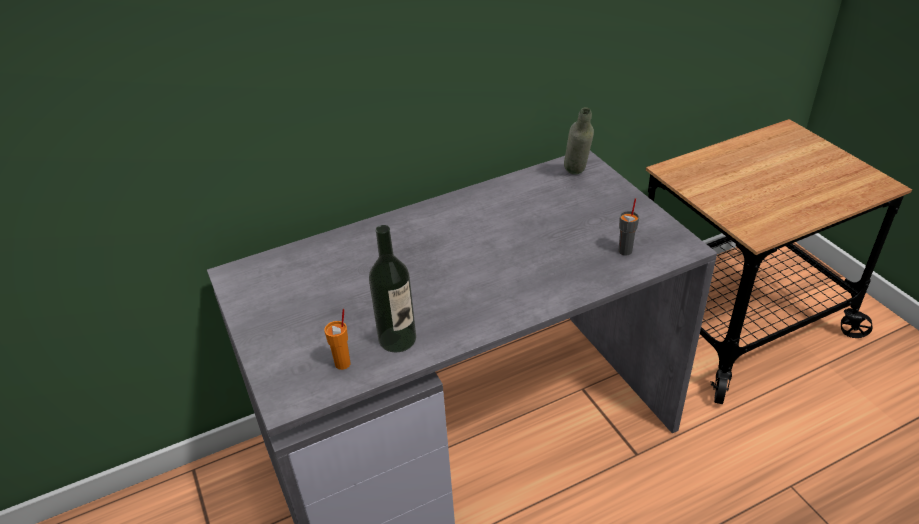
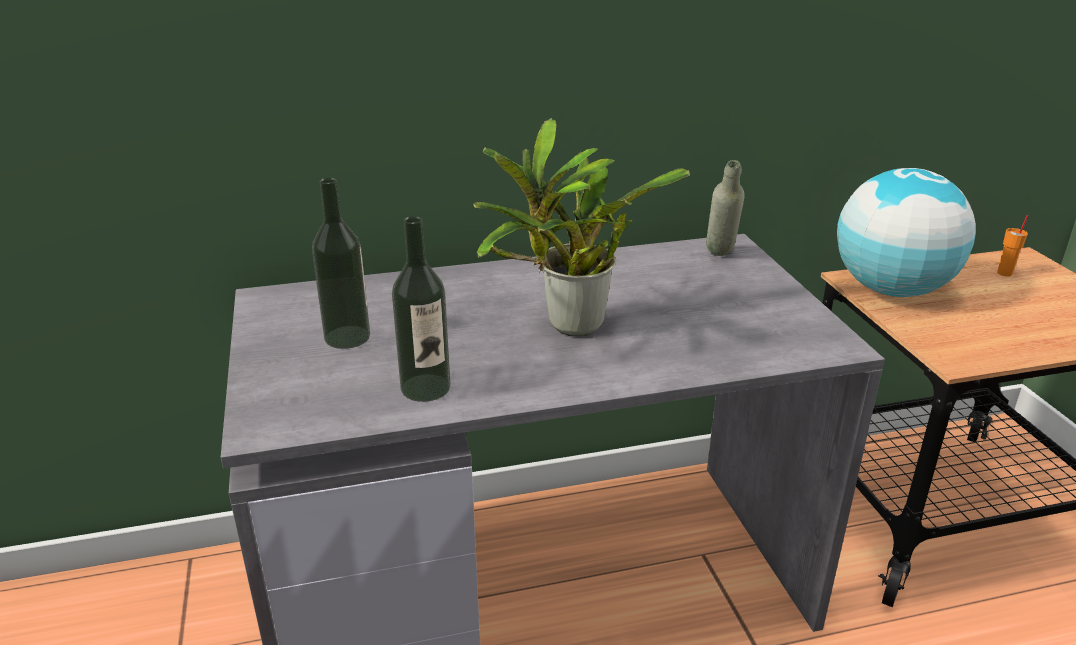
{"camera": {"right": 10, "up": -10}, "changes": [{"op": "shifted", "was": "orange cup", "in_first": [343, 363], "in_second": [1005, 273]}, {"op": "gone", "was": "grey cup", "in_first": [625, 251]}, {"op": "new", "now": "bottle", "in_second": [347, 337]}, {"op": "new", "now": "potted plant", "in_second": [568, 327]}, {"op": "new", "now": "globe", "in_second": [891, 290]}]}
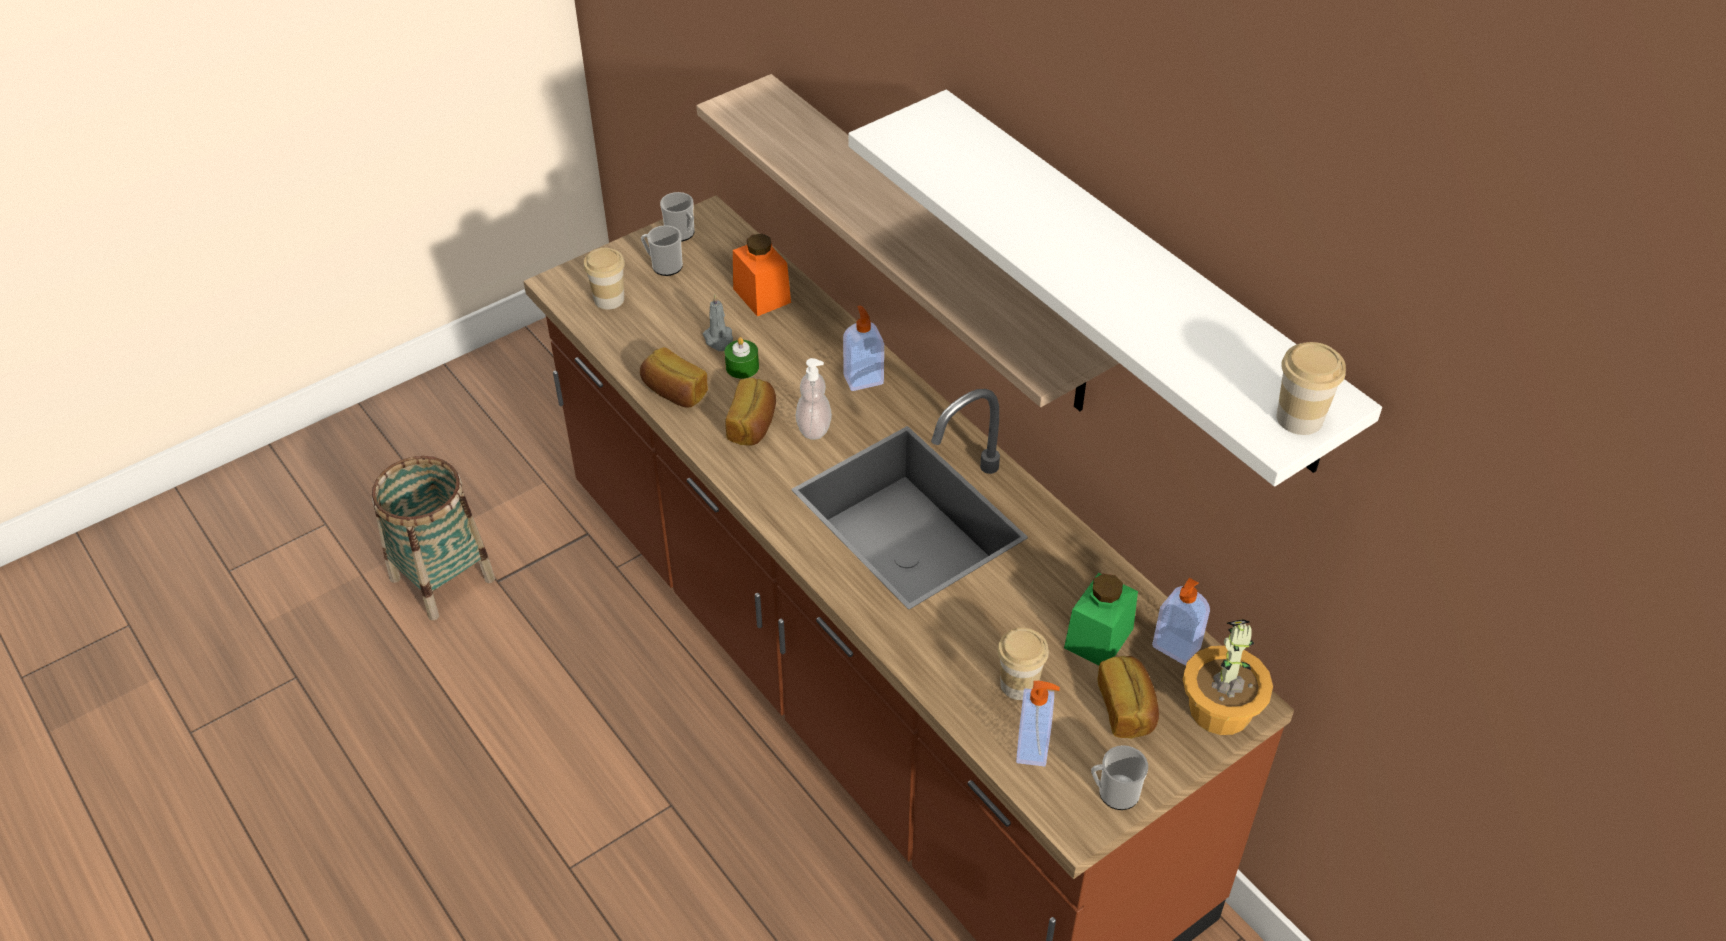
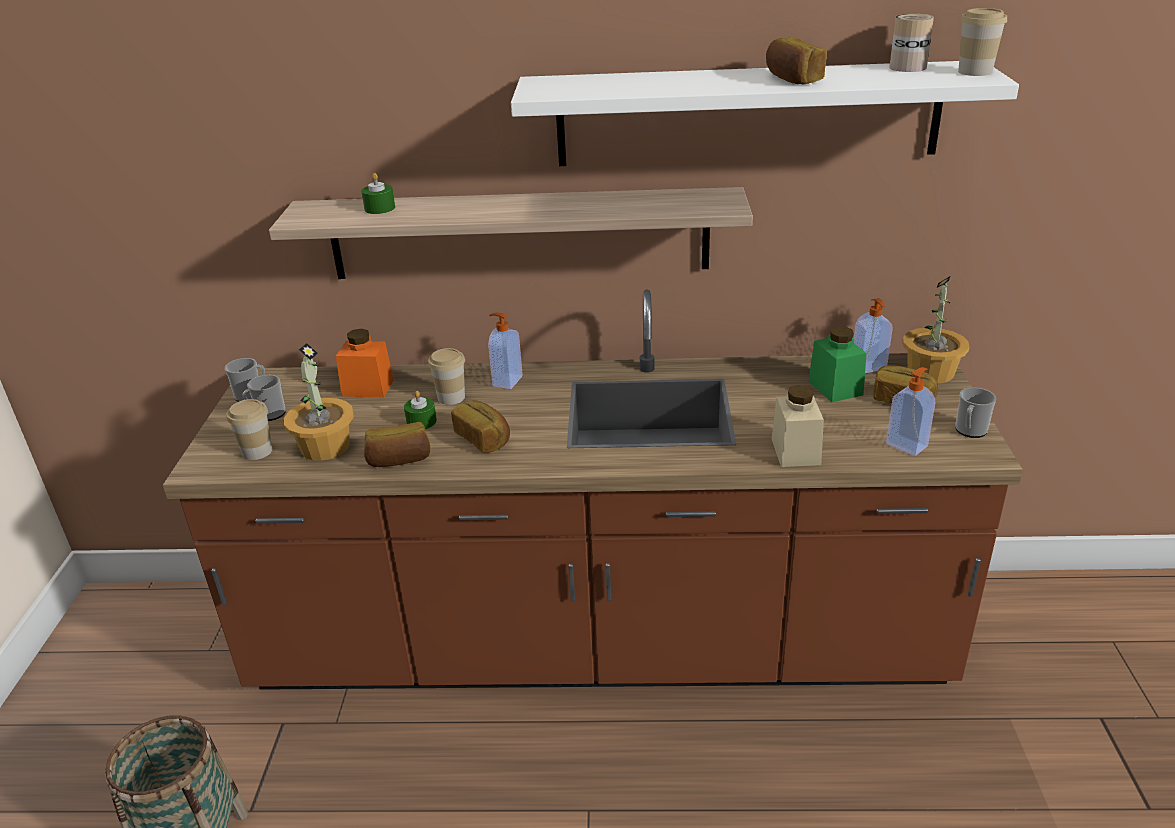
{"camera": {"right": -50, "up": -15}, "changes": [{"op": "gone", "was": "grey candle", "in_first": [719, 339]}, {"op": "gone", "was": "soap dispenser", "in_first": [814, 428]}, {"op": "shifted", "was": "cup", "in_first": [1019, 684], "in_second": [451, 397]}, {"op": "new", "now": "potted plant", "in_second": [324, 446]}, {"op": "new", "now": "green candle", "in_second": [379, 208]}, {"op": "new", "now": "bread", "in_second": [792, 79]}, {"op": "new", "now": "beige jar", "in_second": [795, 451]}, {"op": "new", "now": "can", "in_second": [907, 67]}]}
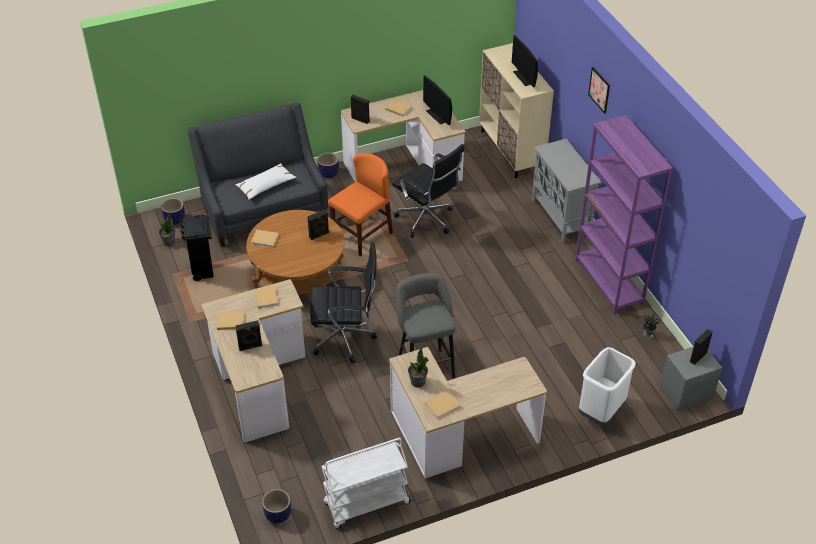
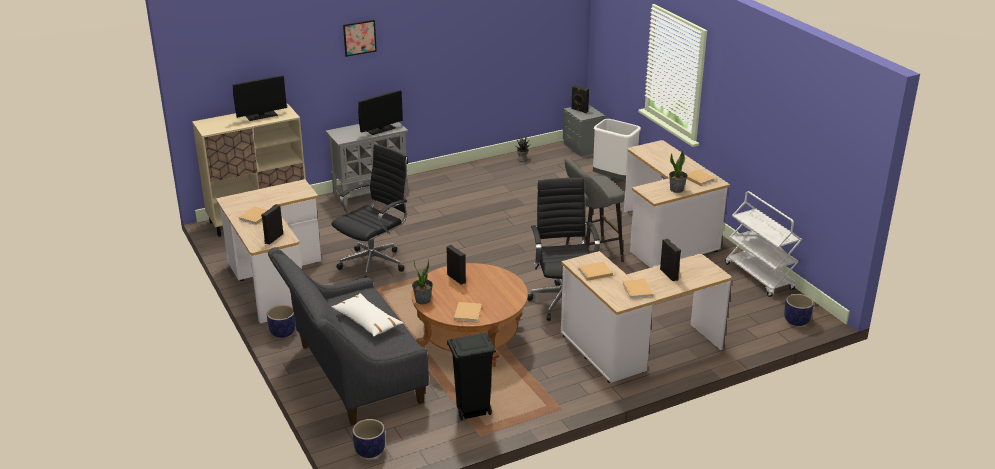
{"camera": {"right": -95, "up": -15}, "changes": [{"op": "shifted", "was": "potted plant", "in_first": [168, 242], "in_second": [423, 300]}, {"op": "gone", "was": "orange chair", "in_first": [362, 236]}, {"op": "shifted", "was": "monitor", "in_first": [438, 115], "in_second": [381, 129]}, {"op": "gone", "was": "purple bookcase", "in_first": [609, 282]}]}
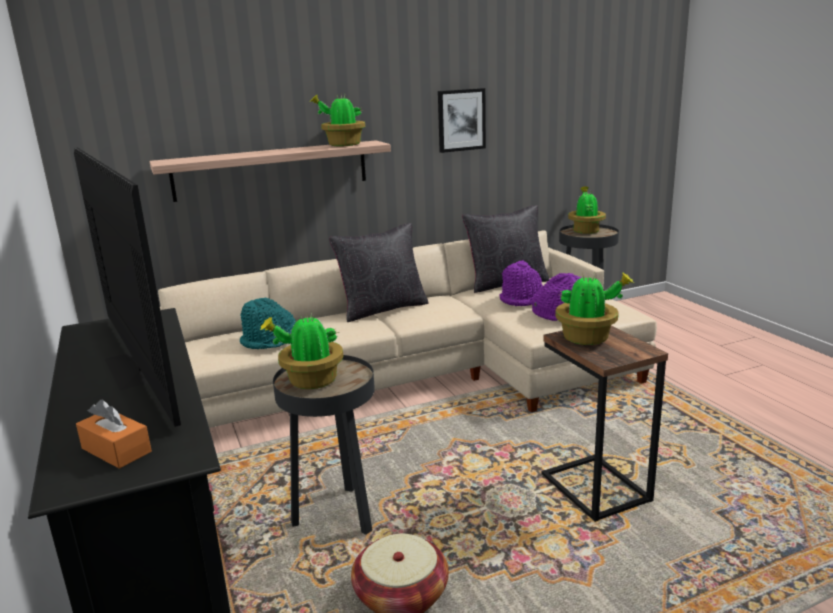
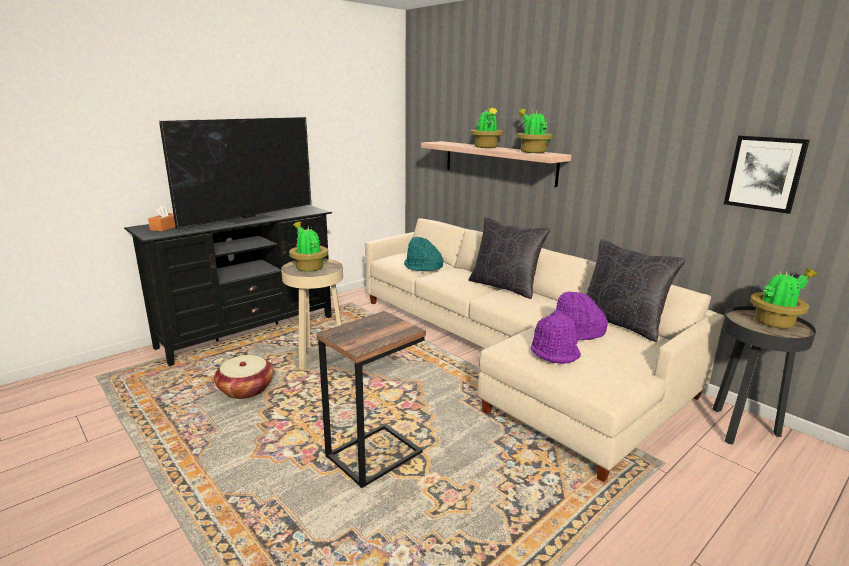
{"camera": {"right": 70, "up": 0}, "changes": [{"op": "repainted", "was": "black side table", "now": "beige side table", "in_first": [337, 515], "in_second": [318, 357]}, {"op": "shifted", "was": "picture", "in_first": [461, 120], "in_second": [764, 173]}, {"op": "shifted", "was": "potted plant", "in_first": [588, 338], "in_second": [486, 147]}]}
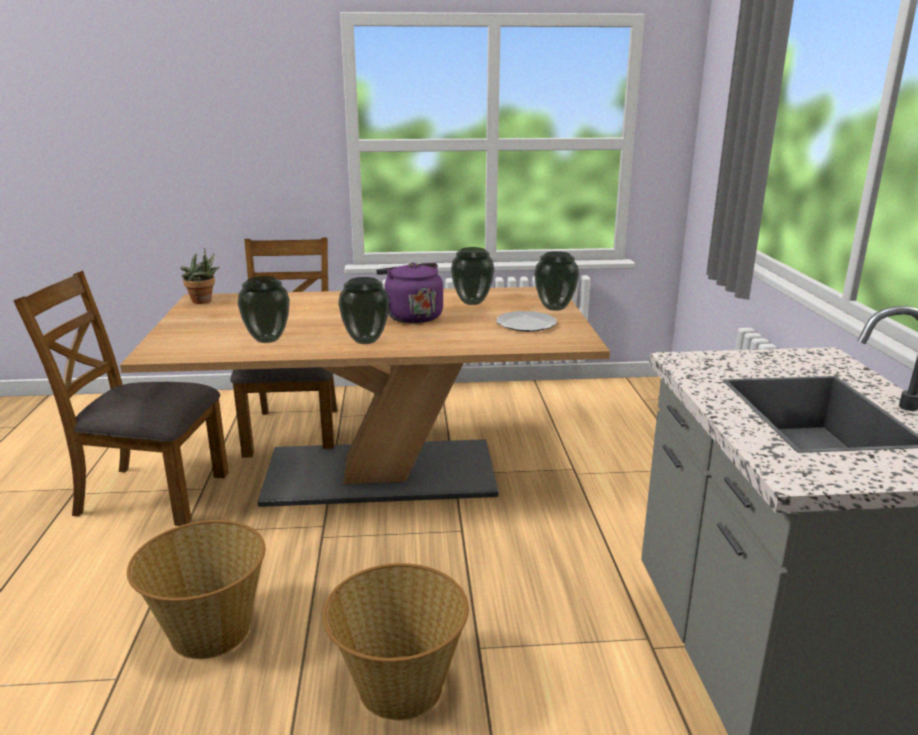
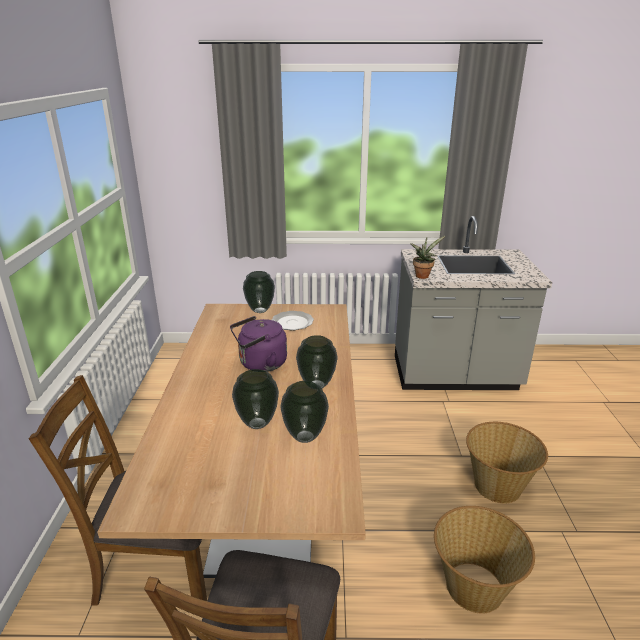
{"camera": {"right": -85, "up": 5}, "changes": [{"op": "shifted", "was": "potted plant", "in_first": [204, 301], "in_second": [423, 275]}, {"op": "shifted", "was": "vase", "in_first": [472, 302], "in_second": [258, 423]}]}
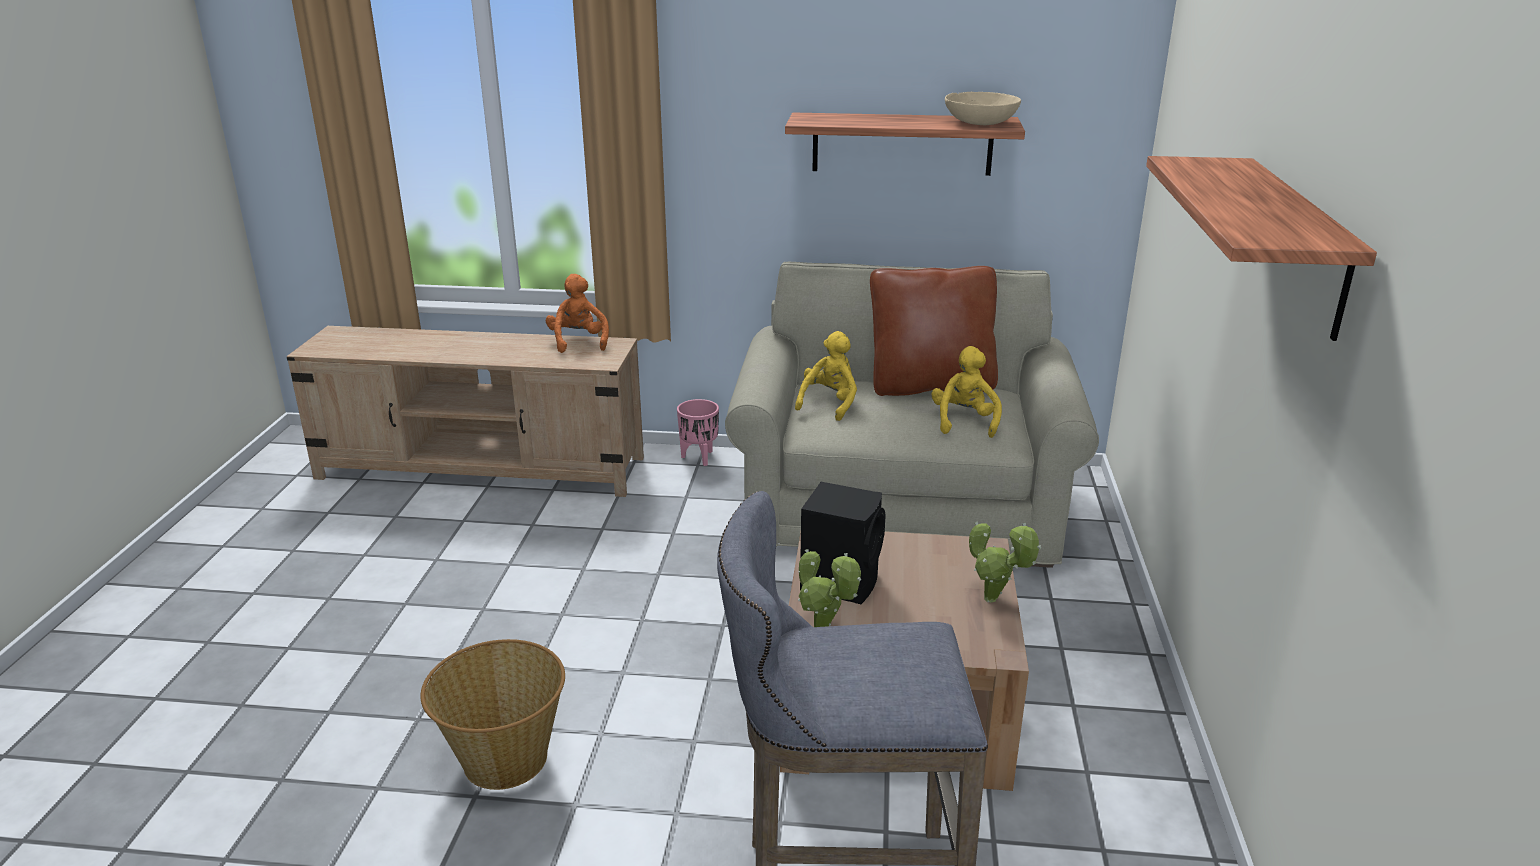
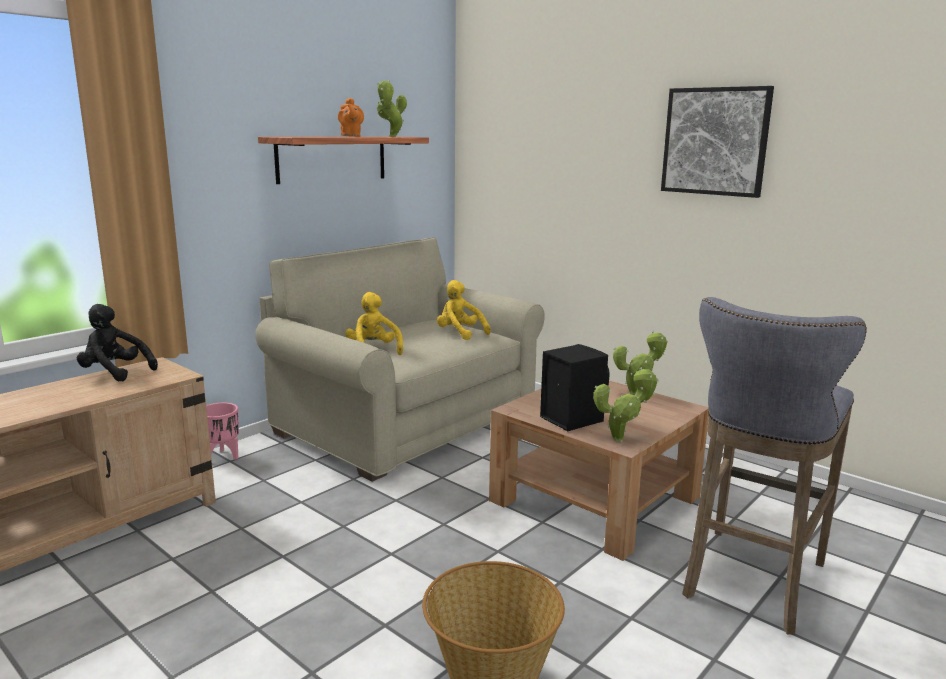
{"camera": {"right": -55, "up": -10}, "changes": [{"op": "repainted", "was": "orange plush toy", "now": "black plush toy", "in_first": [578, 342], "in_second": [115, 373]}, {"op": "gone", "was": "brown pillow", "in_first": [930, 385]}, {"op": "swapped", "was": "beige bowl", "now": "potted plant", "in_first": [980, 122], "in_second": [391, 136]}, {"op": "swapped", "was": "shelf", "now": "picture", "in_first": [1295, 244], "in_second": [715, 141]}, {"op": "new", "now": "orange teapot", "in_second": [351, 136]}]}
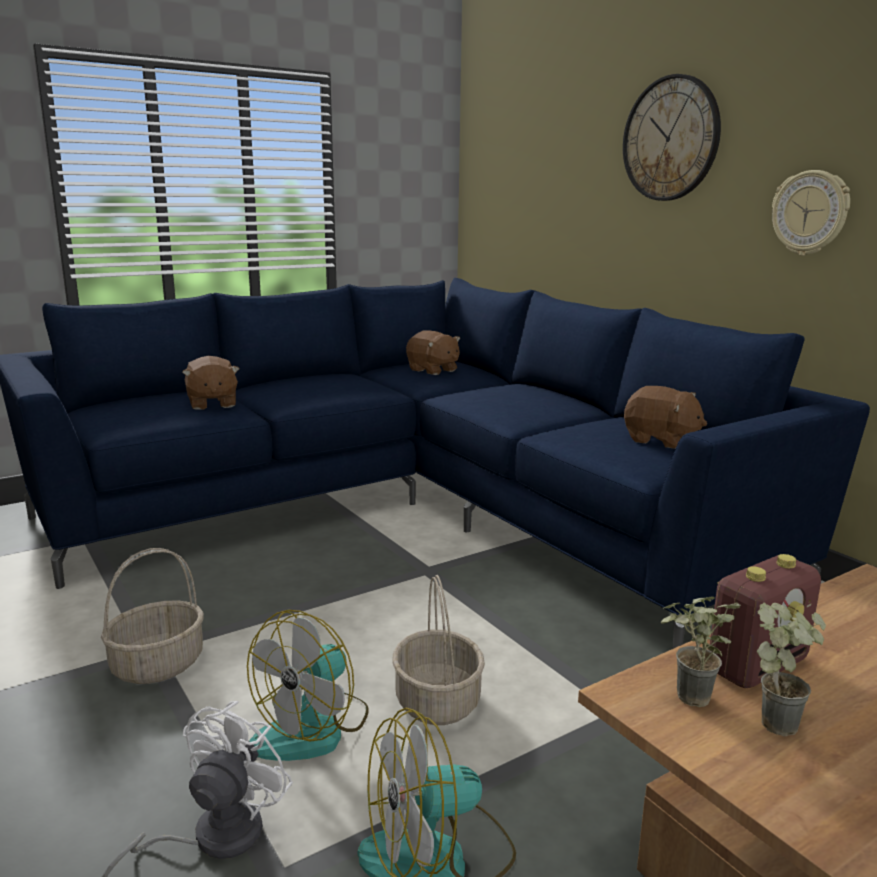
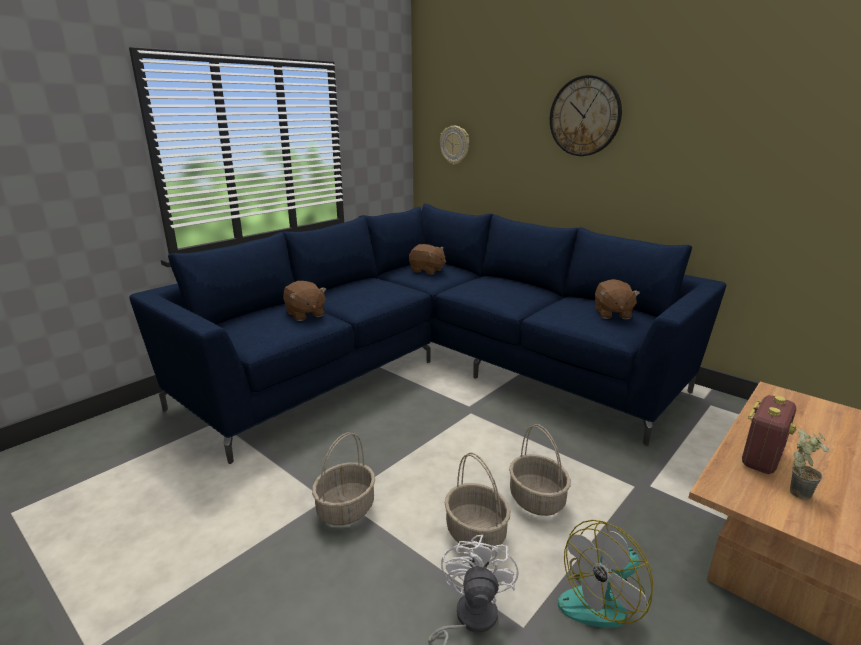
{"camera": {"right": -15, "up": 5}, "changes": [{"op": "swapped", "was": "fan", "now": "basket", "in_first": [313, 728], "in_second": [476, 533]}, {"op": "rotated", "was": "brown plush toy", "in_first": [660, 440], "in_second": [612, 314], "clockwise": 75}, {"op": "gone", "was": "potted plant", "in_first": [686, 701]}, {"op": "shifted", "was": "wall clock", "in_first": [810, 213], "in_second": [455, 145]}]}
